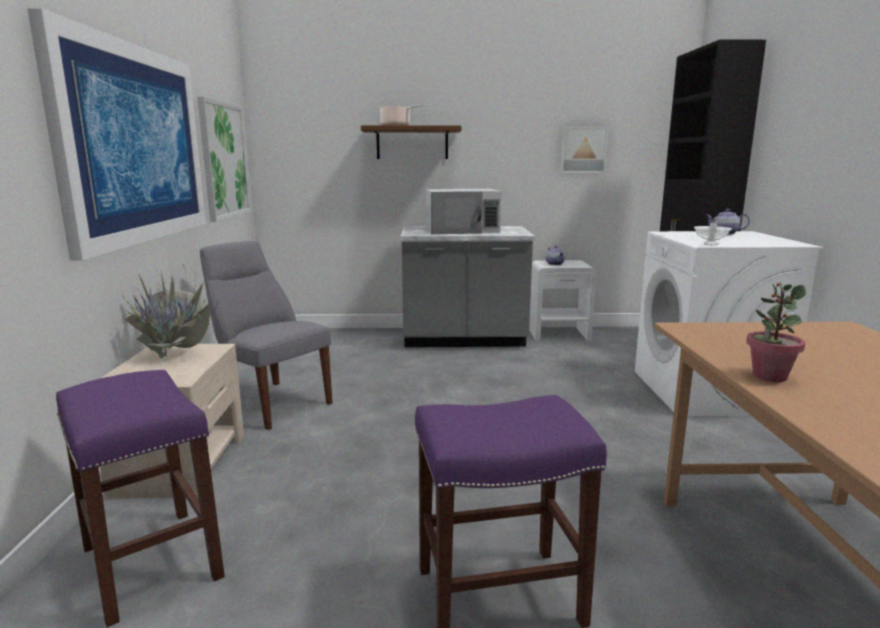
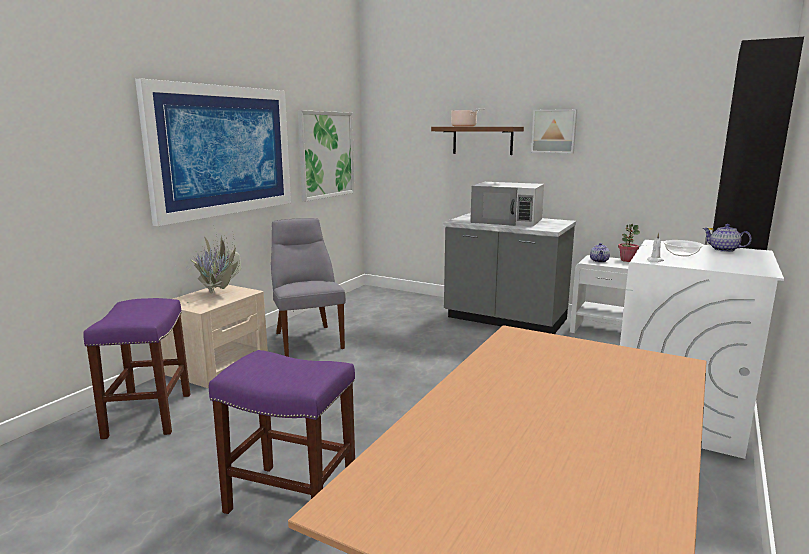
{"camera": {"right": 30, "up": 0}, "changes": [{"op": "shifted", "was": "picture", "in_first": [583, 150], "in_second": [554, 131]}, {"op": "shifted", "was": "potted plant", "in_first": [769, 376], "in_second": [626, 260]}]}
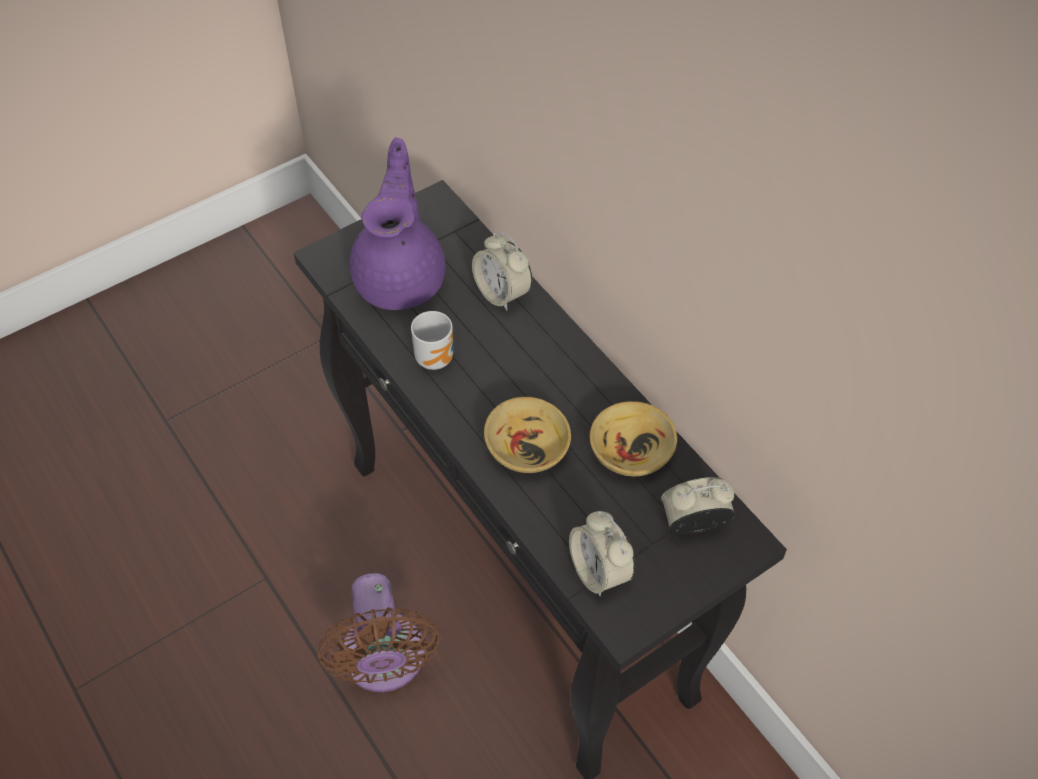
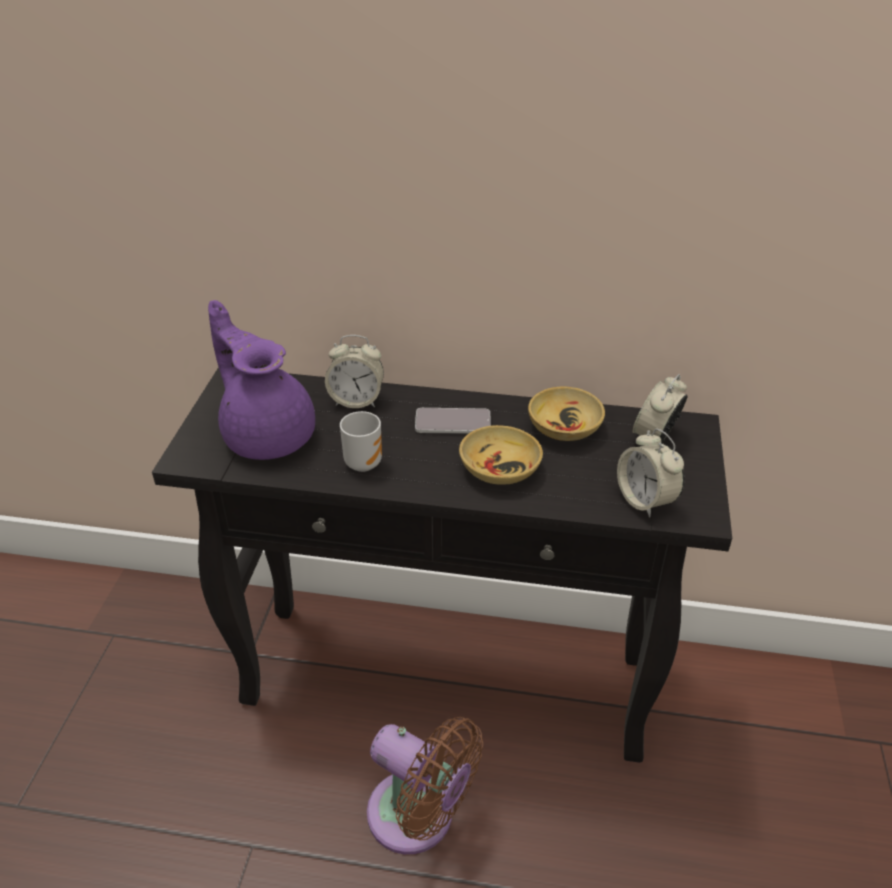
{"camera": {"right": -45, "up": -15}, "changes": [{"op": "rotated", "was": "alarm clock", "in_first": [599, 571], "in_second": [645, 500], "clockwise": 45}, {"op": "new", "now": "phone", "in_second": [452, 422]}]}
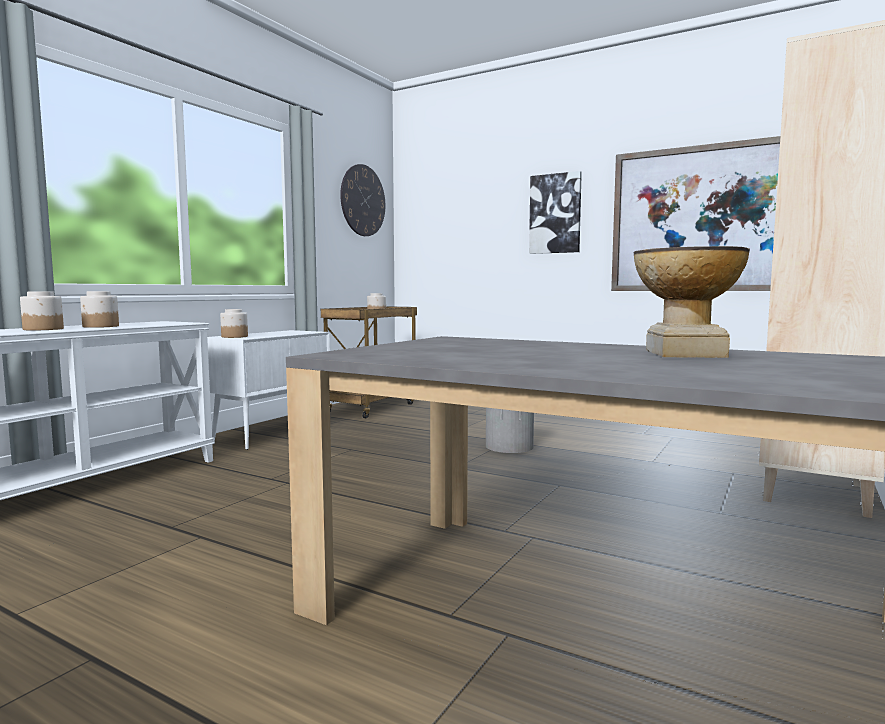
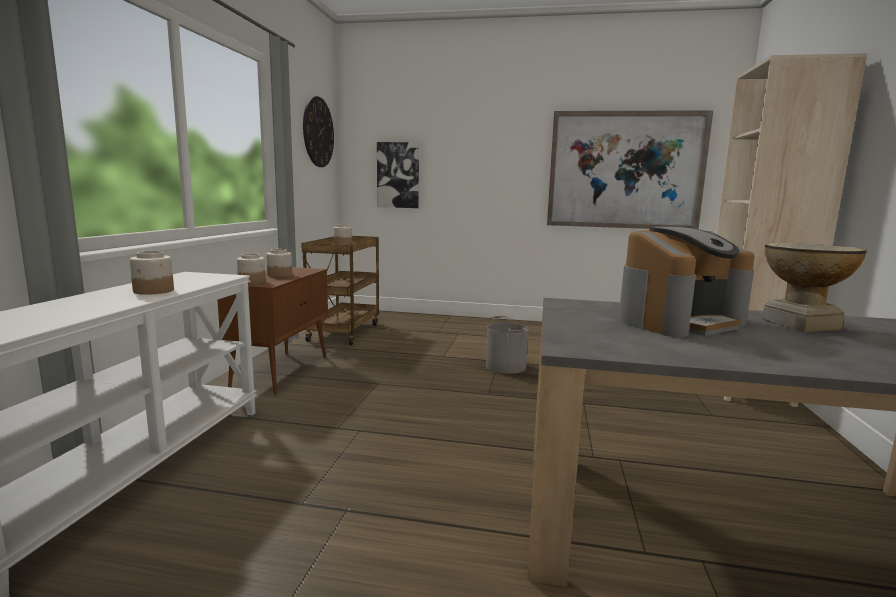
{"camera": {"right": -20, "up": 5}, "changes": [{"op": "shifted", "was": "jar", "in_first": [44, 329], "in_second": [280, 275]}, {"op": "repainted", "was": "white cabinet", "now": "brown cabinet", "in_first": [274, 433], "in_second": [282, 371]}, {"op": "shifted", "was": "picture", "in_first": [555, 214], "in_second": [398, 175]}, {"op": "new", "now": "coffee machine", "in_second": [679, 321]}]}
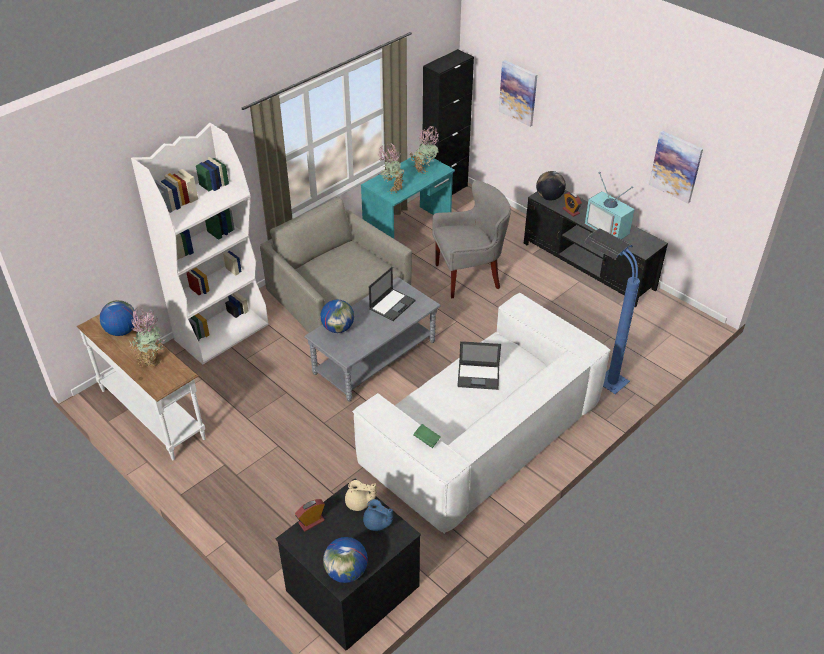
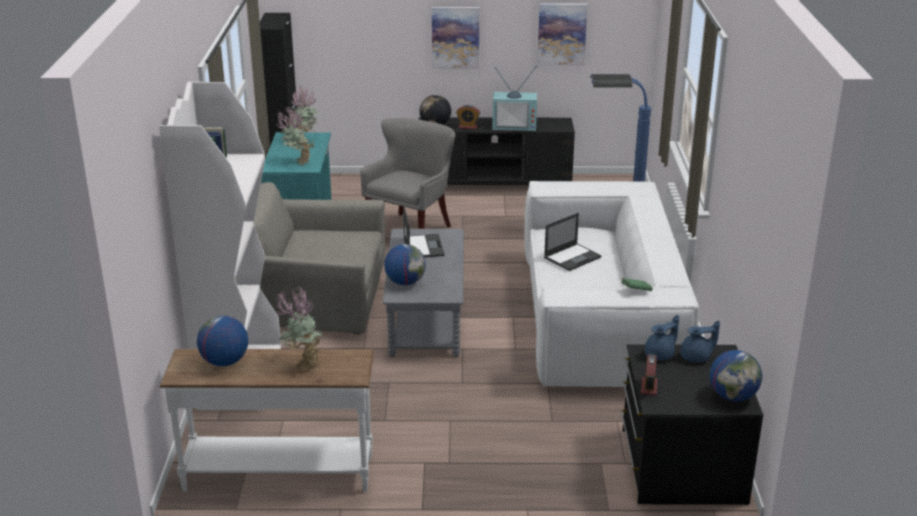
{"camera": {"right": -45, "up": -15}, "changes": [{"op": "repainted", "was": "beige teapot", "now": "blue teapot", "in_first": [359, 503], "in_second": [660, 355]}, {"op": "shifted", "was": "picture", "in_first": [518, 93], "in_second": [455, 37]}]}
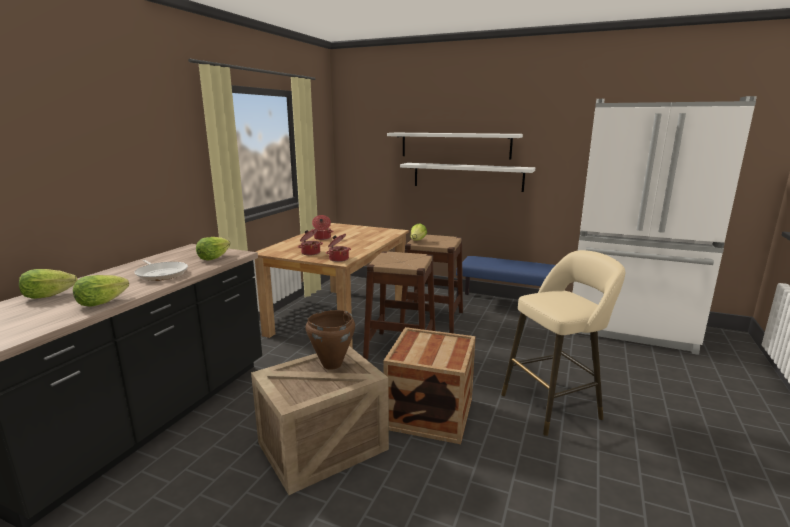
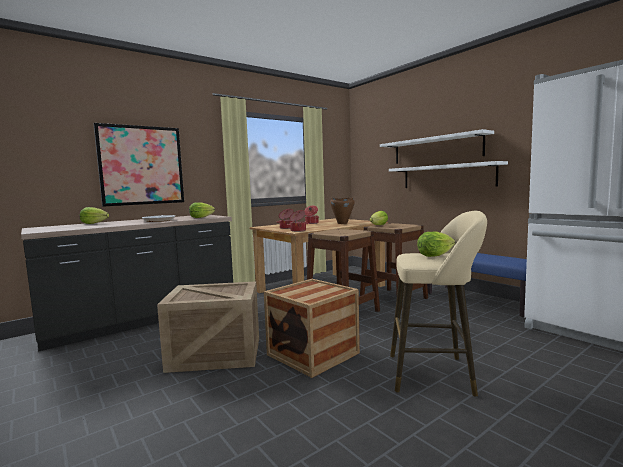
{"camera": {"right": 30, "up": -10}, "changes": [{"op": "shifted", "was": "lettuce", "in_first": [101, 302], "in_second": [434, 255]}, {"op": "shifted", "was": "brown cooking pot", "in_first": [331, 364], "in_second": [342, 223]}, {"op": "new", "now": "picture", "in_second": [141, 165]}]}
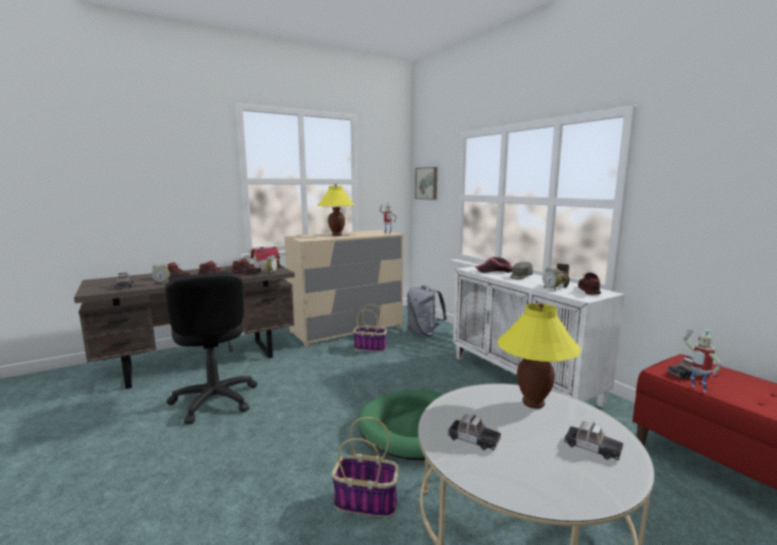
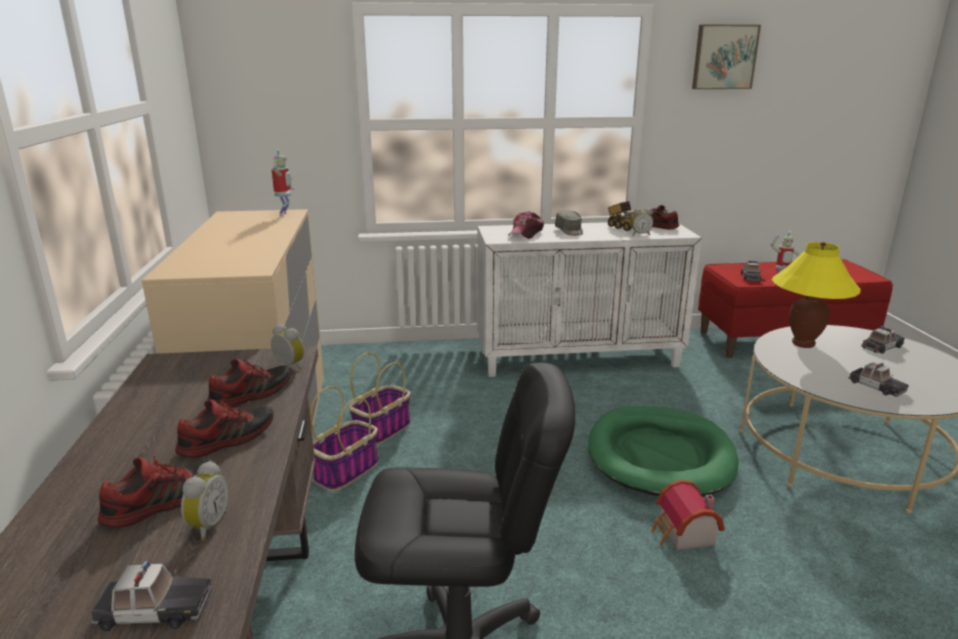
{"camera": {"right": -65, "up": 10}, "changes": [{"op": "shifted", "was": "toy house", "in_first": [264, 267], "in_second": [683, 535]}, {"op": "gone", "was": "yellow table lamp", "in_first": [337, 235]}, {"op": "shifted", "was": "basket", "in_first": [367, 501], "in_second": [346, 470]}, {"op": "gone", "was": "grey backpack", "in_first": [424, 333]}, {"op": "shifted", "was": "picture", "in_first": [427, 183], "in_second": [724, 57]}, {"op": "rotated", "was": "toy car", "in_first": [473, 439], "in_second": [876, 386], "clockwise": 90}]}
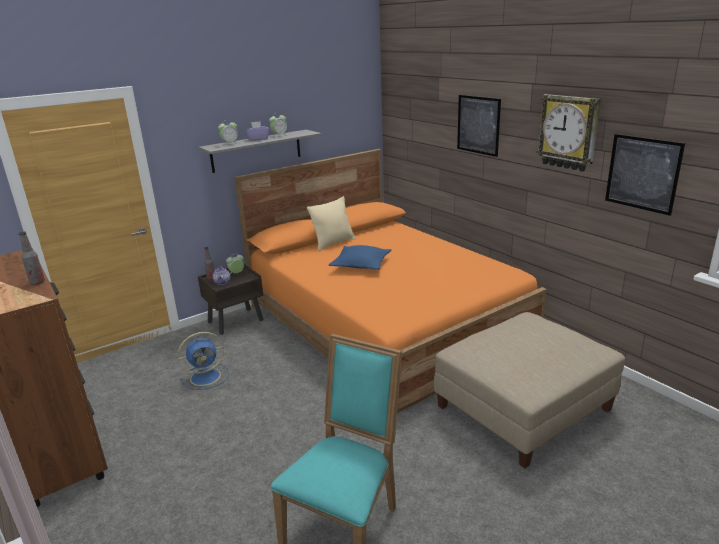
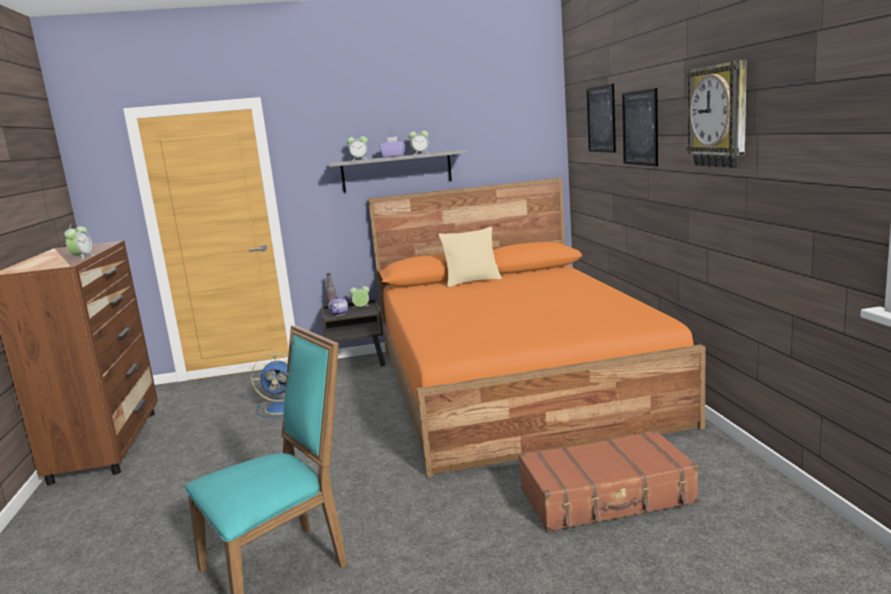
{"camera": {"right": 25, "up": -10}, "changes": [{"op": "swapped", "was": "bottle", "now": "alarm clock", "in_first": [37, 282], "in_second": [82, 257]}, {"op": "gone", "was": "blue pillow", "in_first": [361, 264]}, {"op": "swapped", "was": "beige ottoman", "now": "brown suitcase", "in_first": [523, 407], "in_second": [607, 496]}, {"op": "shifted", "was": "picture", "in_first": [642, 173], "in_second": [601, 119]}]}
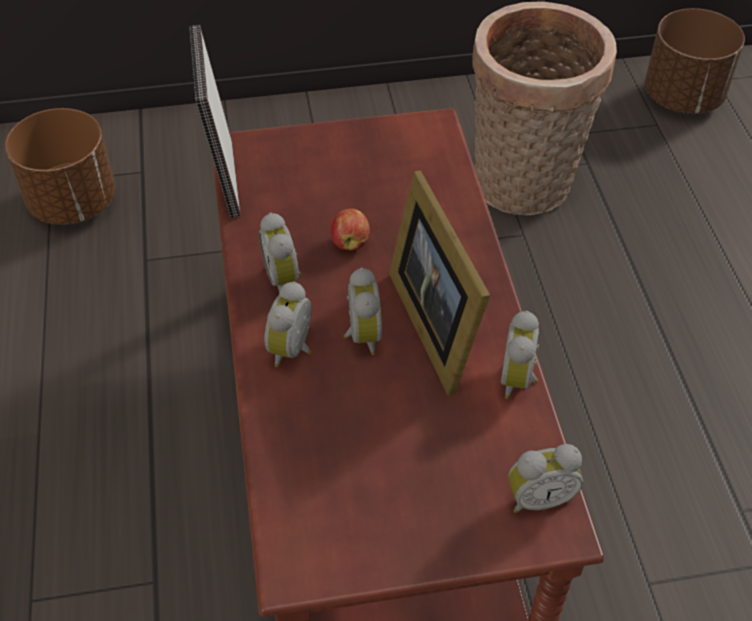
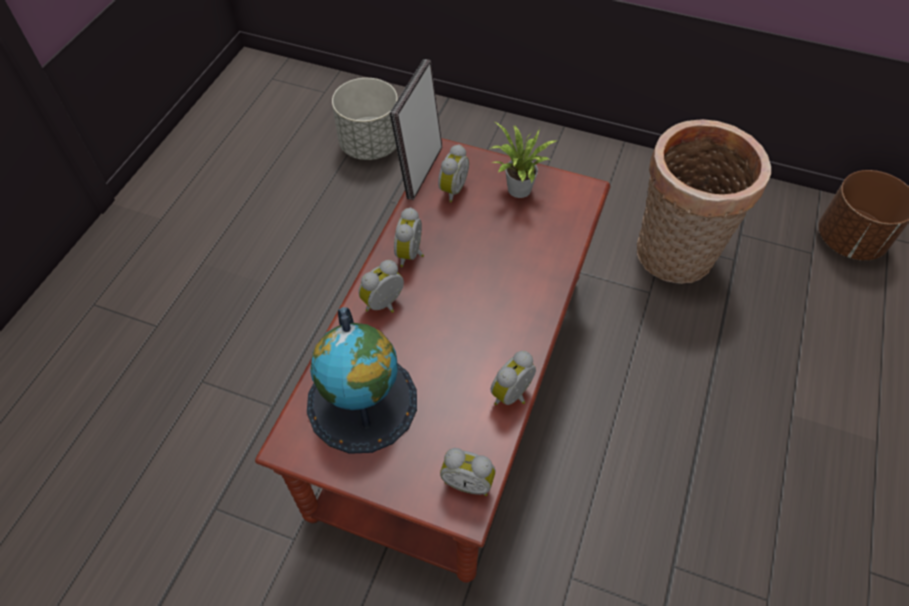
{"camera": {"right": 30, "up": 5}, "changes": [{"op": "repainted", "was": "brown planter", "now": "grey planter", "in_first": [74, 202], "in_second": [371, 145]}, {"op": "gone", "was": "apple", "in_first": [350, 242]}, {"op": "shifted", "was": "alarm clock", "in_first": [361, 336], "in_second": [451, 189]}, {"op": "gone", "was": "picture frame", "in_first": [438, 321]}, {"op": "new", "now": "globe", "in_second": [363, 402]}, {"op": "new", "now": "potted plant", "in_second": [517, 191]}]}
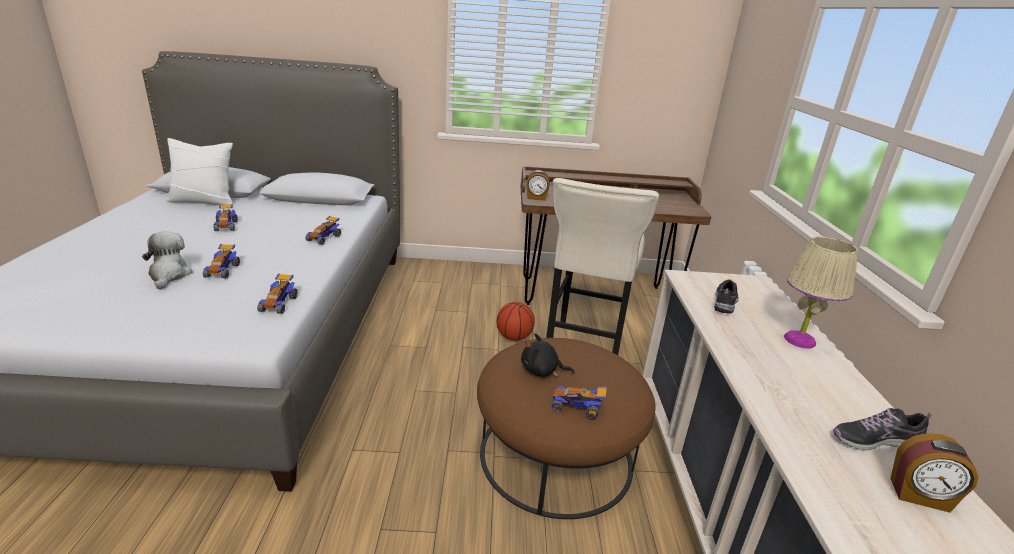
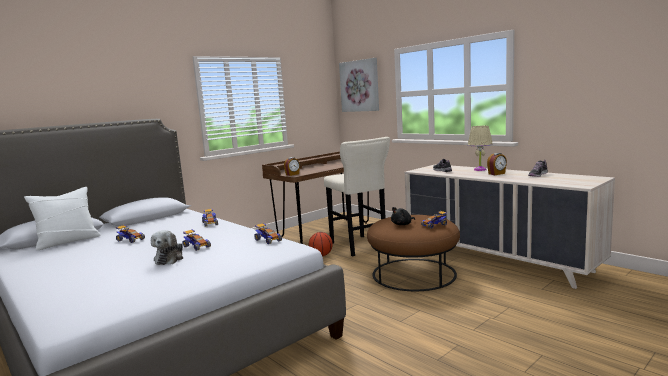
{"camera": {"right": -40, "up": -15}, "changes": [{"op": "rotated", "was": "plush toy", "in_first": [169, 275], "in_second": [170, 258], "clockwise": -120}, {"op": "shifted", "was": "alarm clock", "in_first": [919, 496], "in_second": [497, 174]}, {"op": "new", "now": "picture", "in_second": [360, 86]}]}
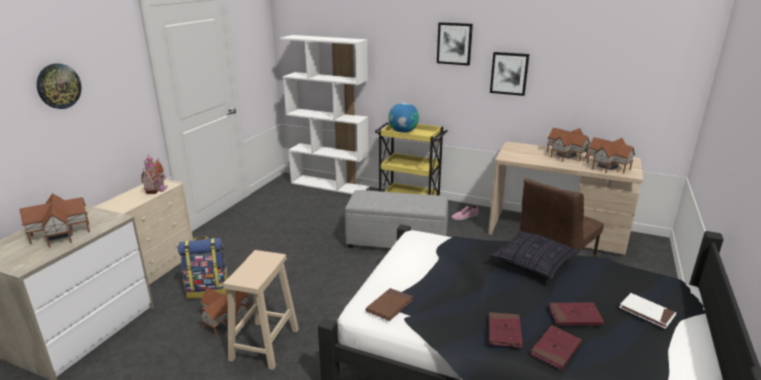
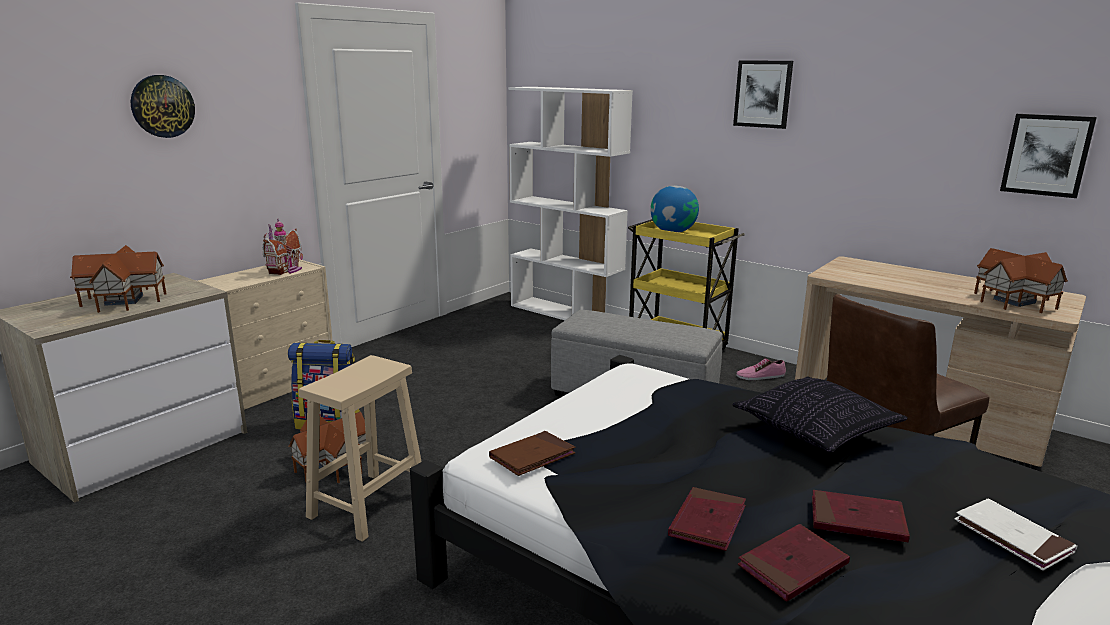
{"camera": {"right": 15, "up": -5}, "changes": [{"op": "shifted", "was": "picture", "in_first": [509, 73], "in_second": [1046, 155]}, {"op": "gone", "was": "toy house", "in_first": [567, 155]}]}
